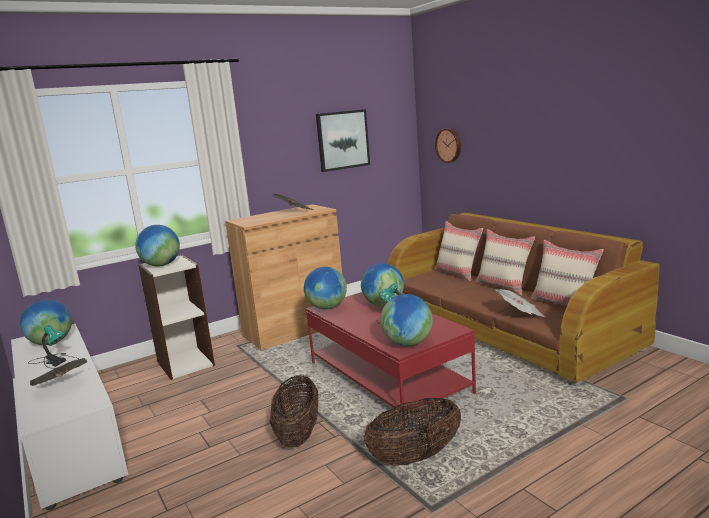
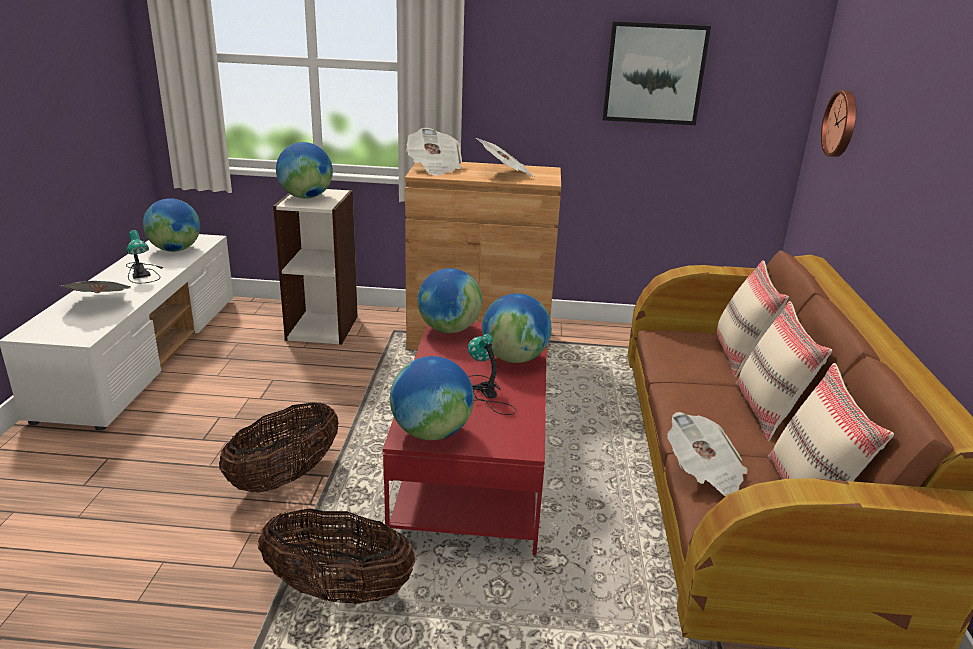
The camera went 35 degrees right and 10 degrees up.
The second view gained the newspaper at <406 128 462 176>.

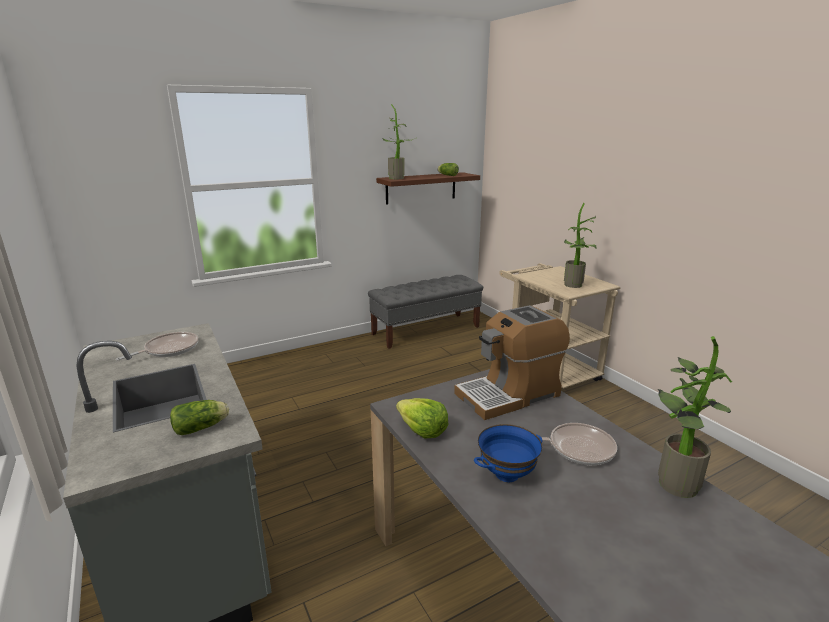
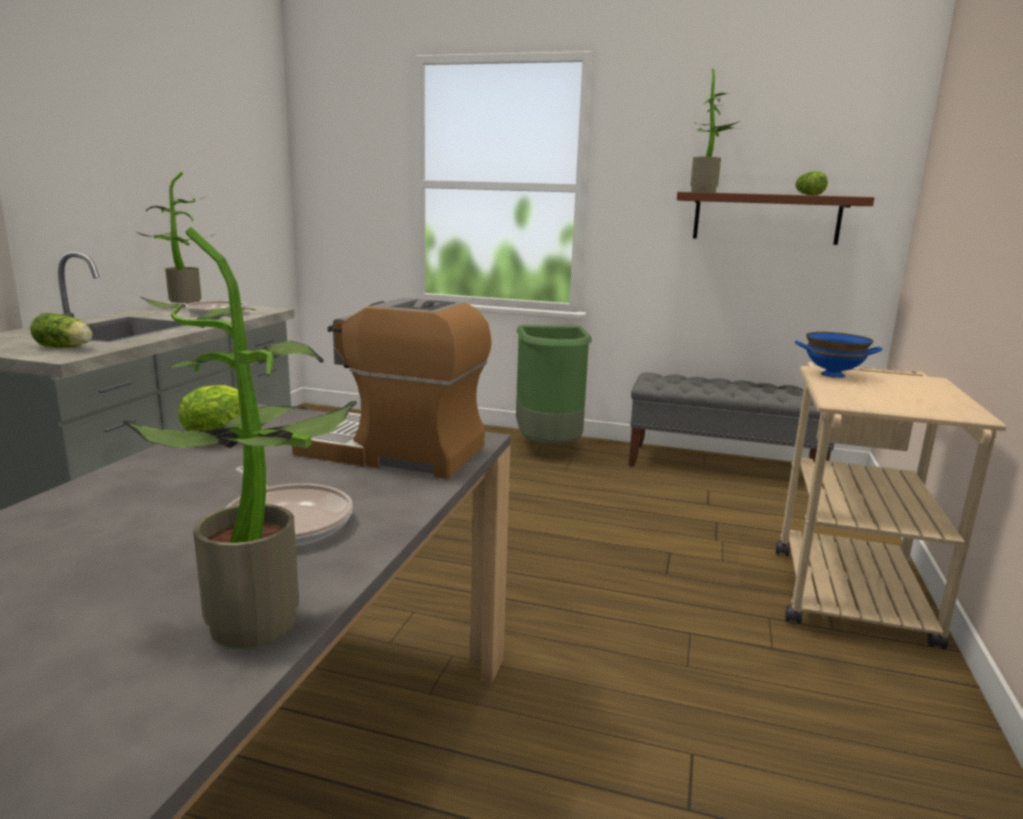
The camera went 45 degrees right and 5 degrees down.
The potted plant ended up elsewhere, having gone from <564 203 597 288> to <136 172 216 307>.
The second view gained the trash can/green at <516 325 592 444>.
The bowl/blue ended up elsewhere, having gone from <474 424 542 482> to <795 332 883 378>.

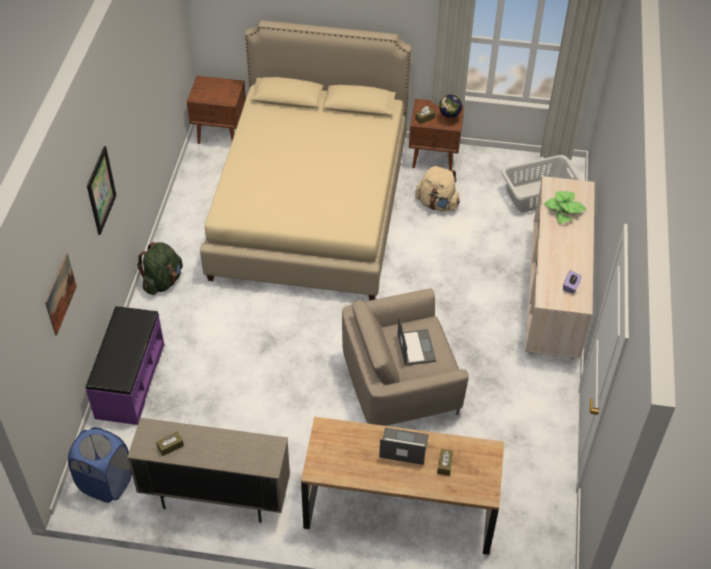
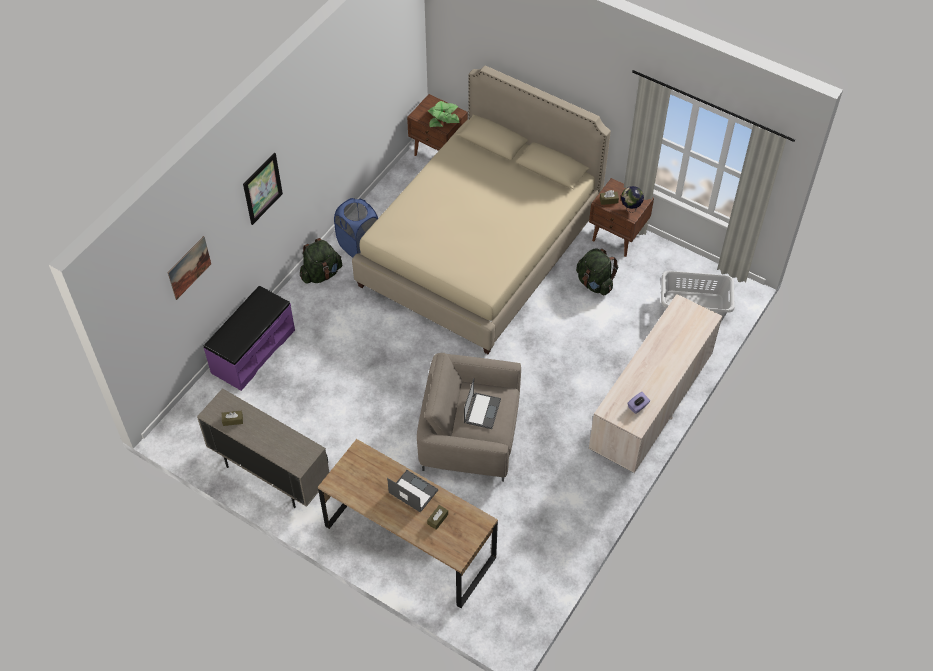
The camera went 25 degrees right and 5 degrees up.
The laundry basket/blue ended up elsewhere, having gone from <68 427 132 503> to <334 198 378 258>.
The potted plant ended up elsewhere, having gone from <543 191 586 224> to <428 101 459 127>.
What was the backpack/beige at <415 166 460 212> turned into the backpack/green at <576 248 618 295>.

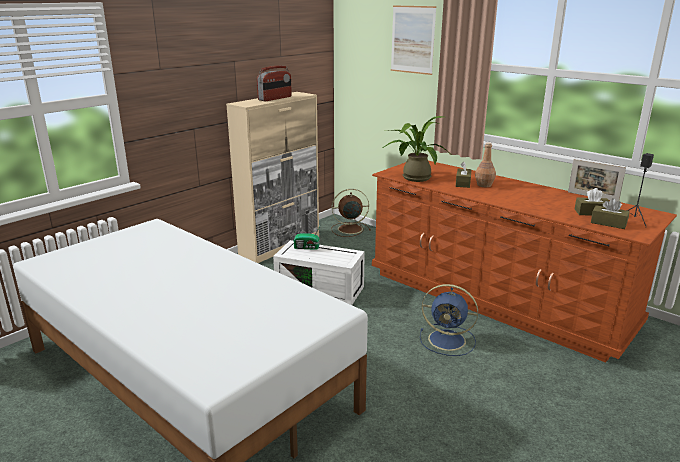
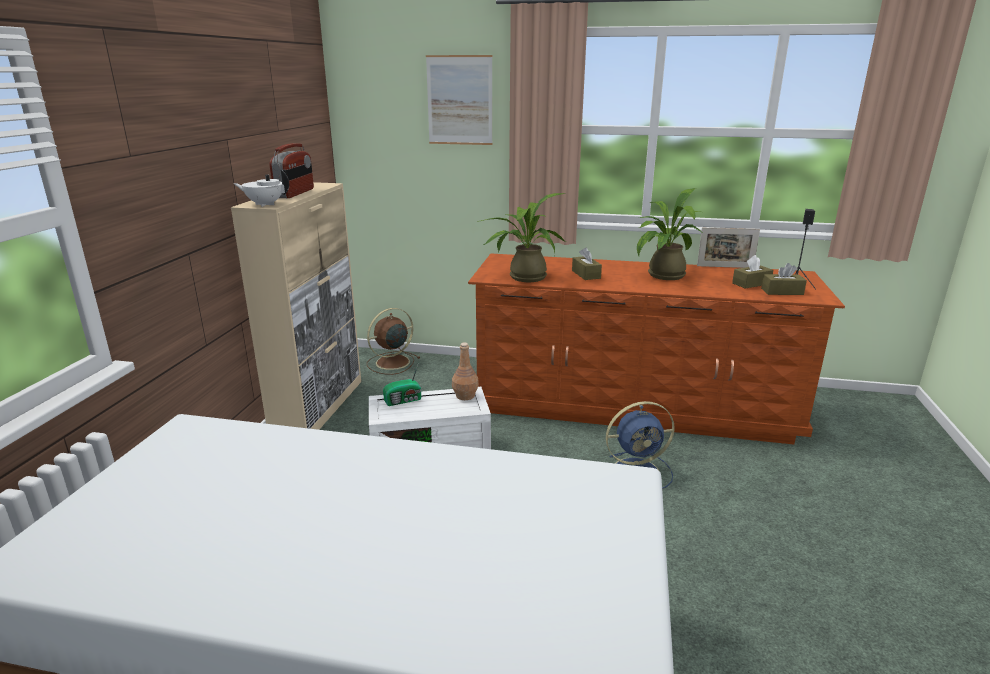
The camera went 30 degrees left and 0 degrees up.
The second view gained the teapot/white at <233 170 289 207>.
The bottle/brown ended up elsewhere, having gone from <475 142 496 187> to <452 342 479 400>.
The second view gained the potted plant at <637 188 704 280>.

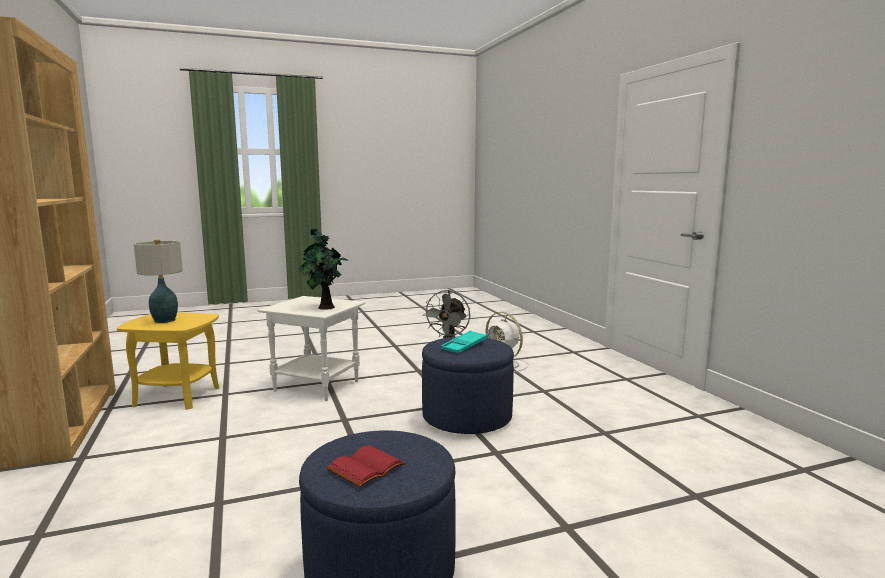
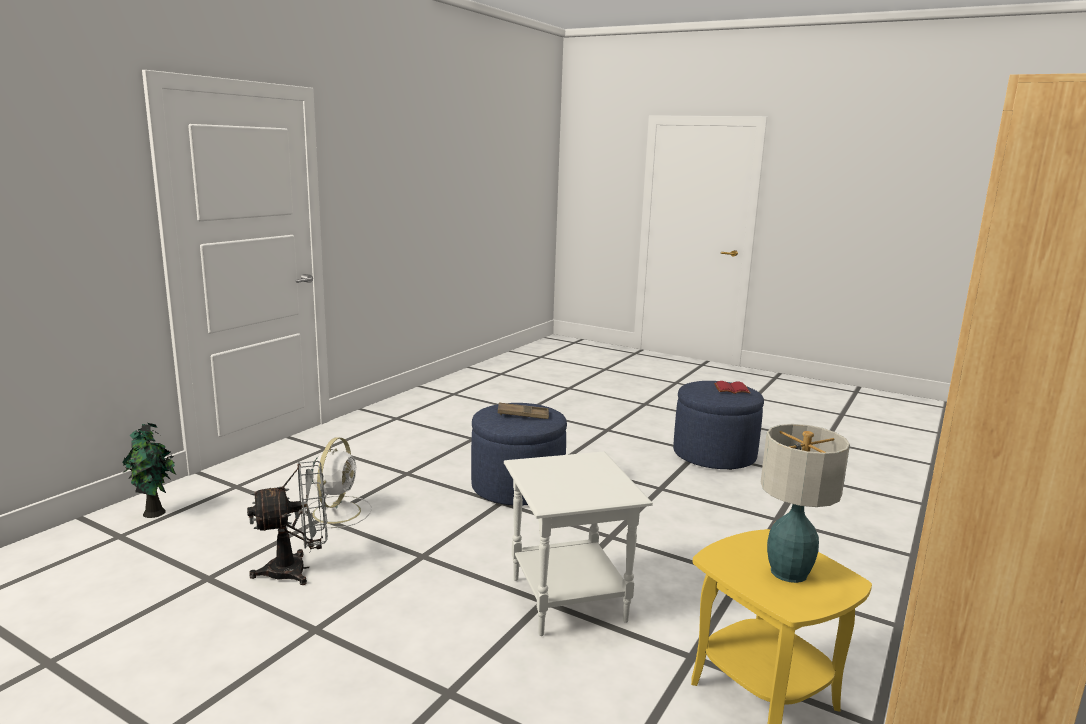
The camera went 130 degrees left and 5 degrees up.
The potted plant ended up elsewhere, having gone from <299 229 348 310> to <123 423 176 518>.
What was the tray/turquoise at <441 330 487 353> turned into the tray/brown at <498 403 549 419>.

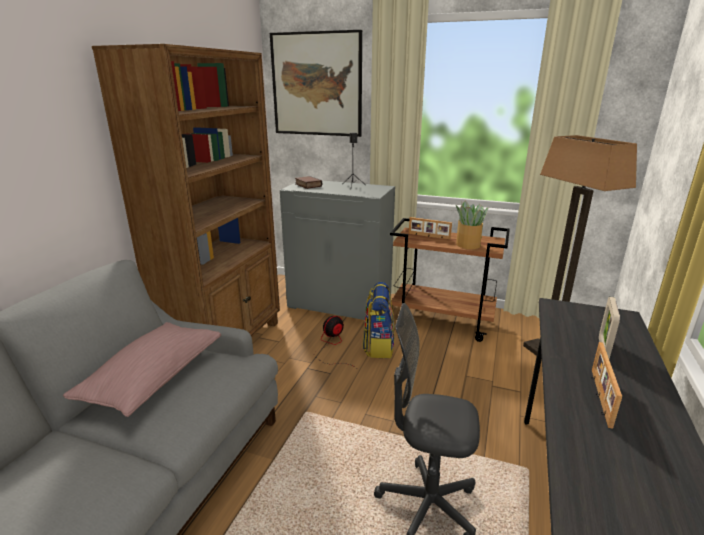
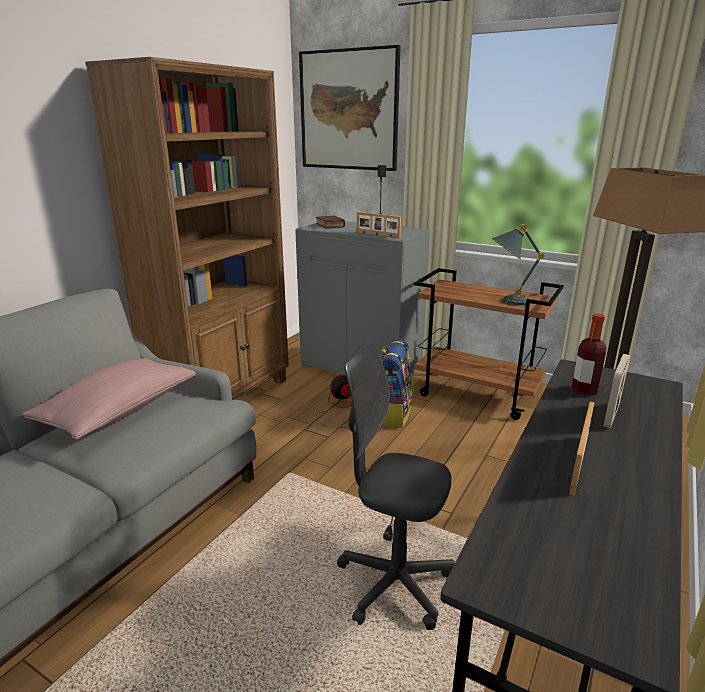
The camera went 10 degrees right and 0 degrees up.
The picture frame ended up elsewhere, having gone from <409 217 452 240> to <357 212 401 238>.
Where the potted plant stood at <456 201 488 249>, the table lamp/grey came to stand at <492 224 544 305>.
The second view gained the bottle at <571 313 607 396>.

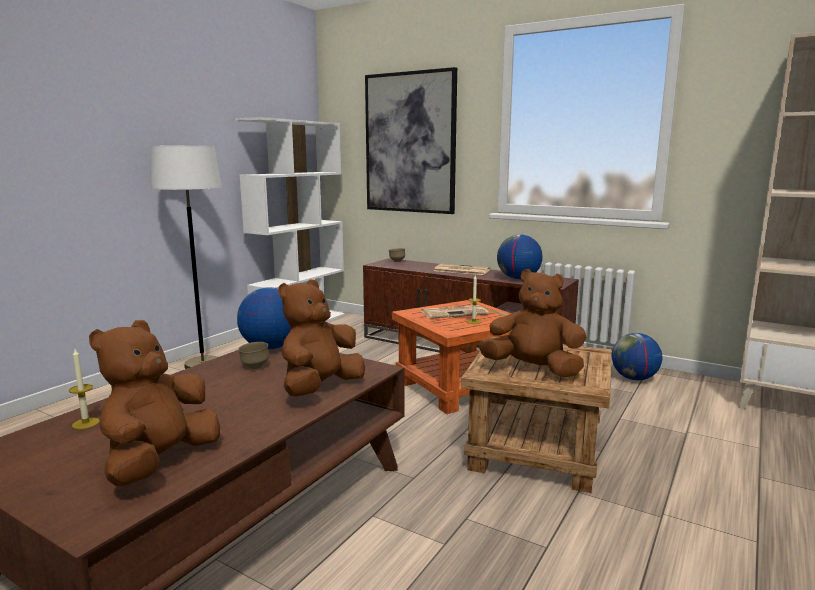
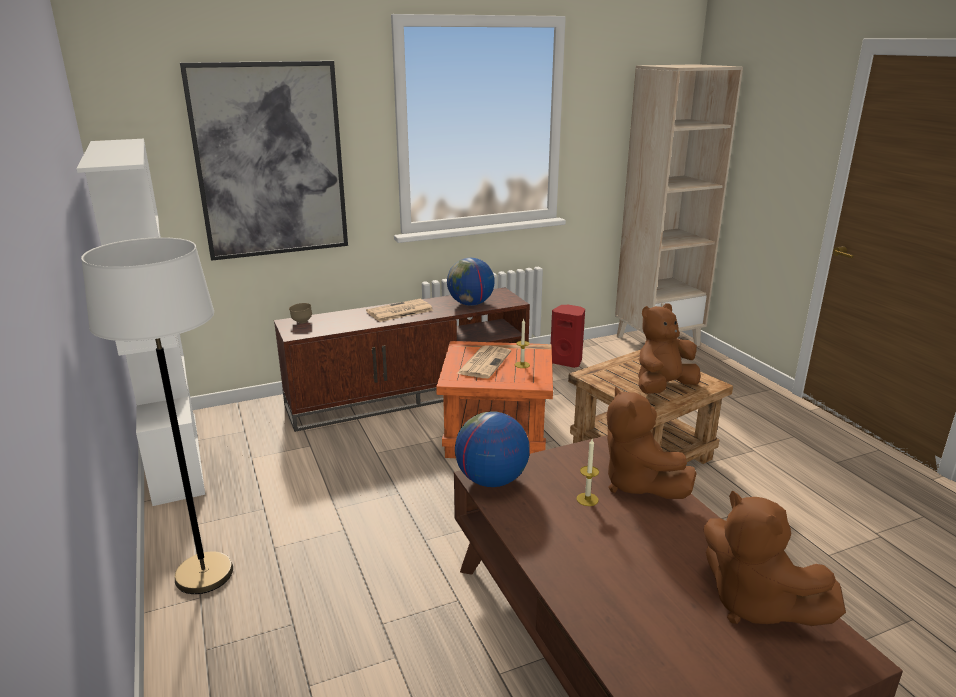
The camera went 55 degrees left and 10 degrees up.
Where the globe stood at <612 333 662 381>, the speaker/red came to stand at <551 305 585 368>.
The candle ended up elsewhere, having gone from <69 349 100 429> to <577 439 599 506>.
The second view lost the bowl/brown at <238 342 269 369>.

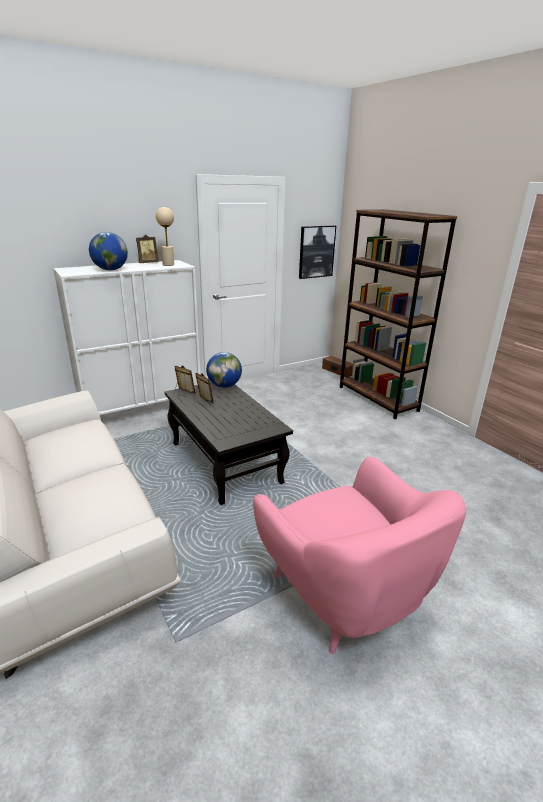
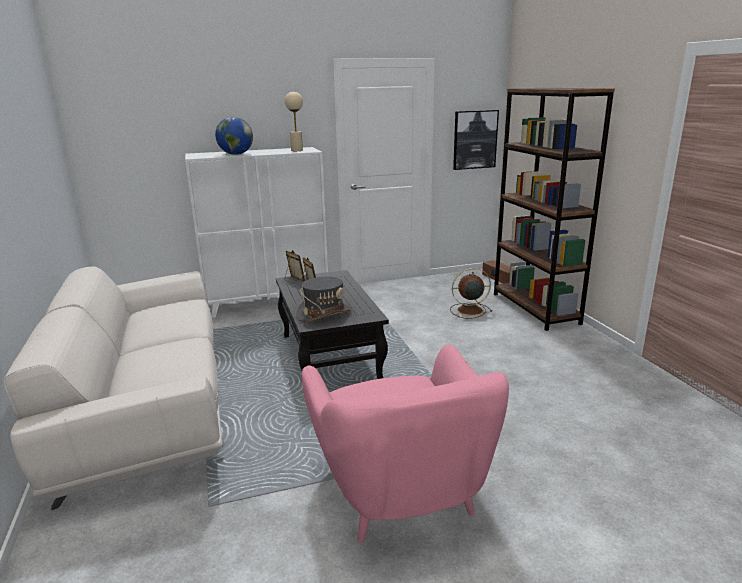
The camera went 15 degrees right and 5 degrees down.
The second view gained the hat/grey at <296 277 352 322>.
The second view gained the fan/brown at <450 268 492 319>.
The second view lost the picture frame at <136 234 159 263>.
The second view lost the globe at <206 352 242 388>.

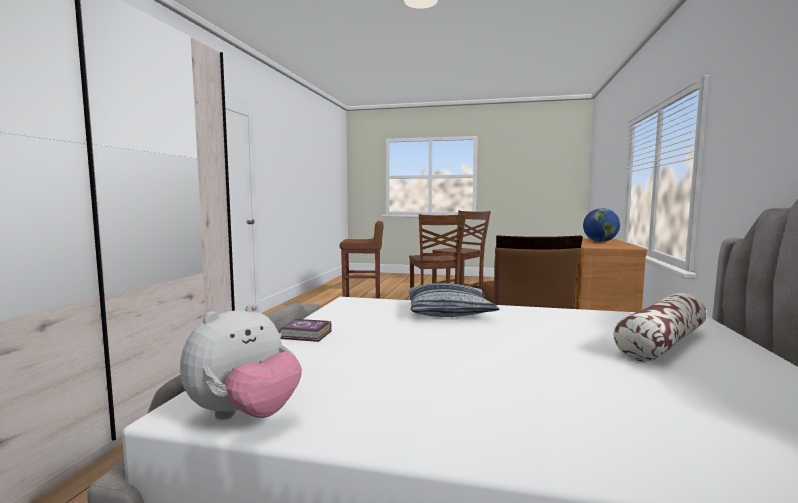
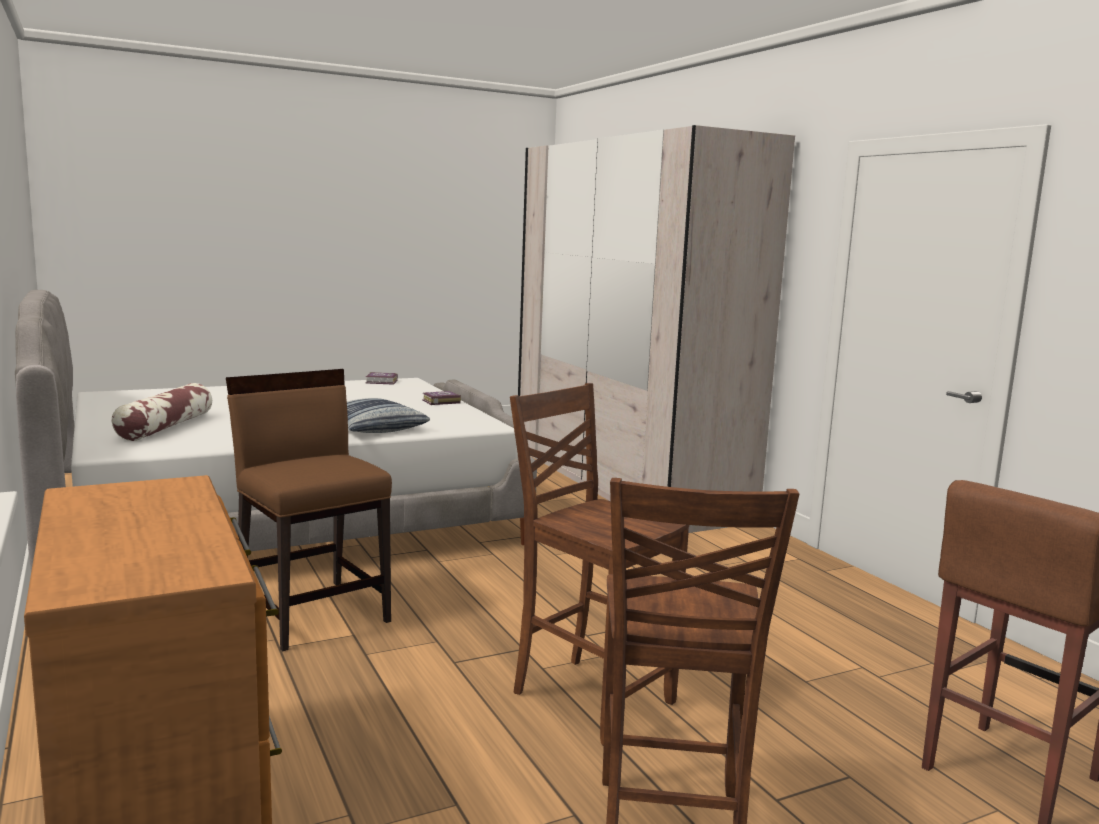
The camera went 140 degrees right and 5 degrees up.
Where the plush toy stood at <180 303 302 420>, the book came to stand at <366 372 398 385>.
The second view lost the globe at <583 208 620 242>.

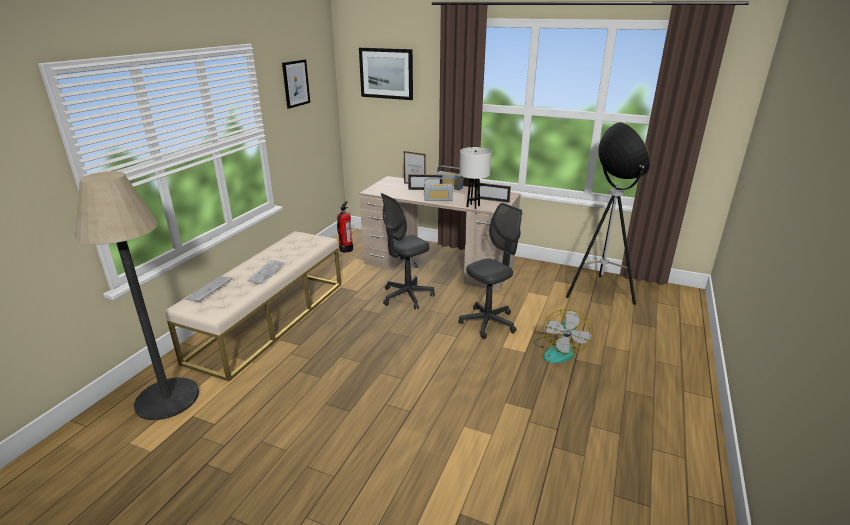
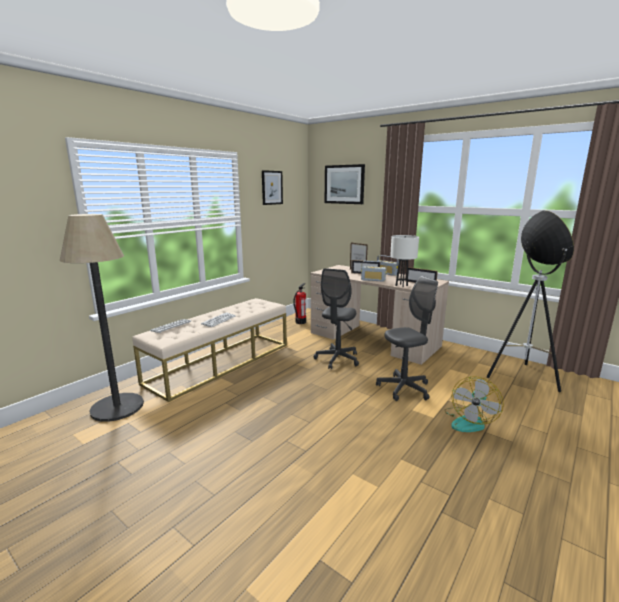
The camera went 15 degrees right and 10 degrees down.
The office chair/grey at <381 193 435 310> ended up facing another way, 45 degrees counterclockwise from before.

